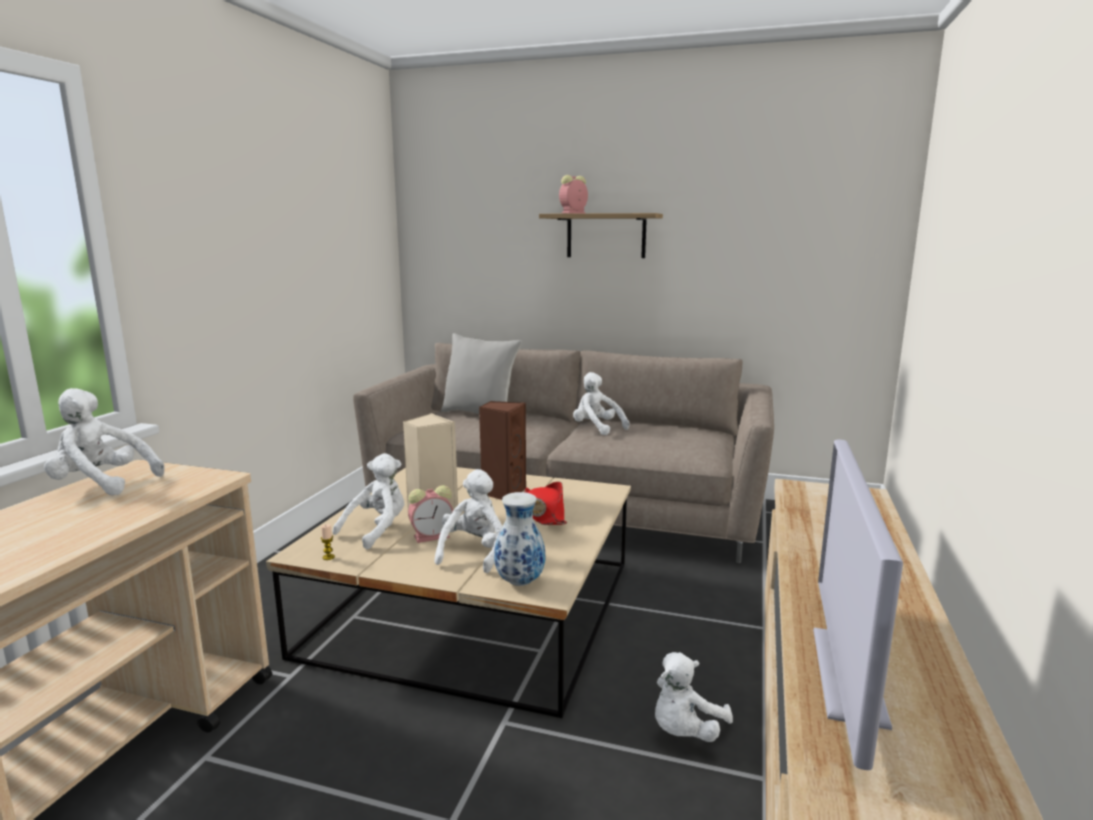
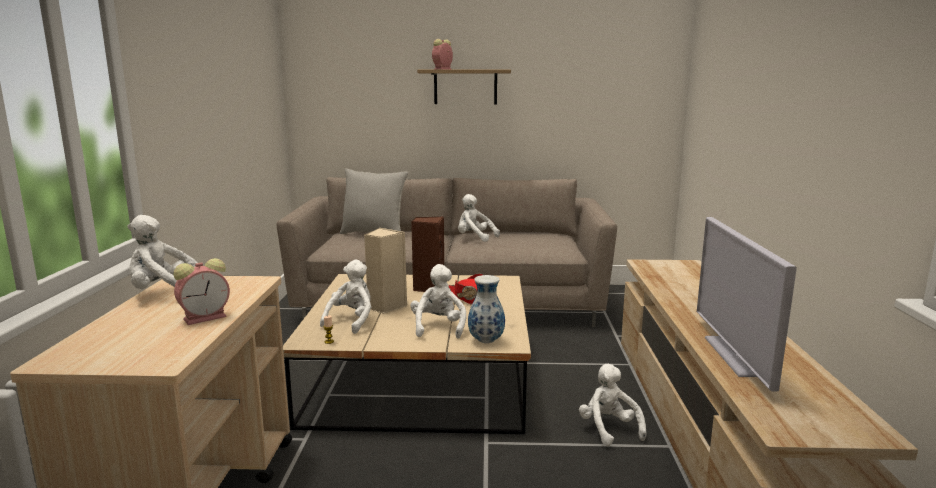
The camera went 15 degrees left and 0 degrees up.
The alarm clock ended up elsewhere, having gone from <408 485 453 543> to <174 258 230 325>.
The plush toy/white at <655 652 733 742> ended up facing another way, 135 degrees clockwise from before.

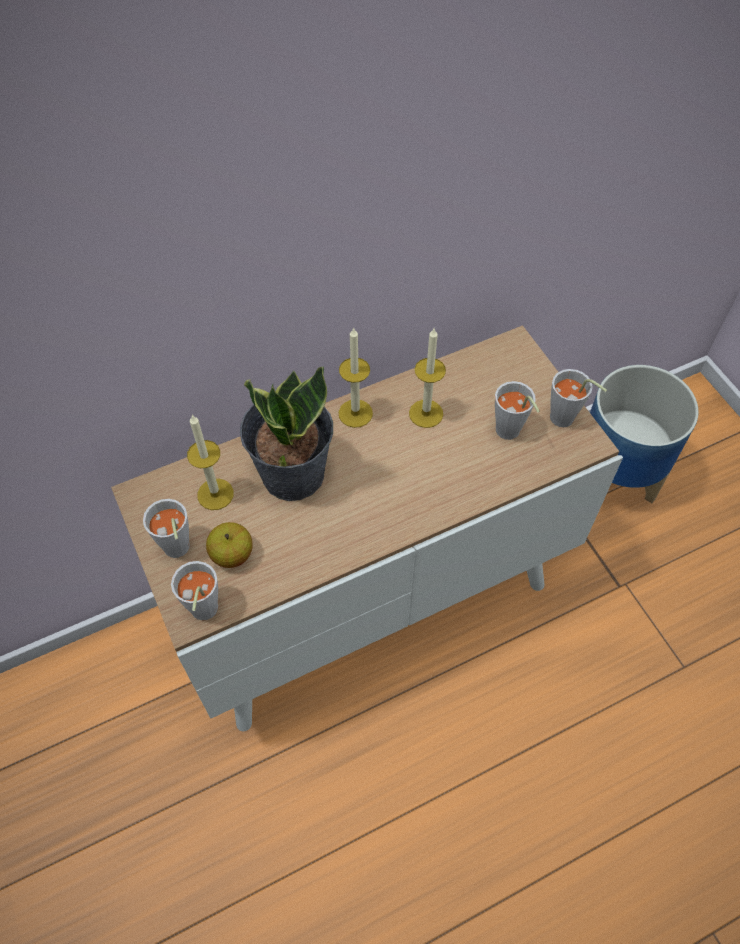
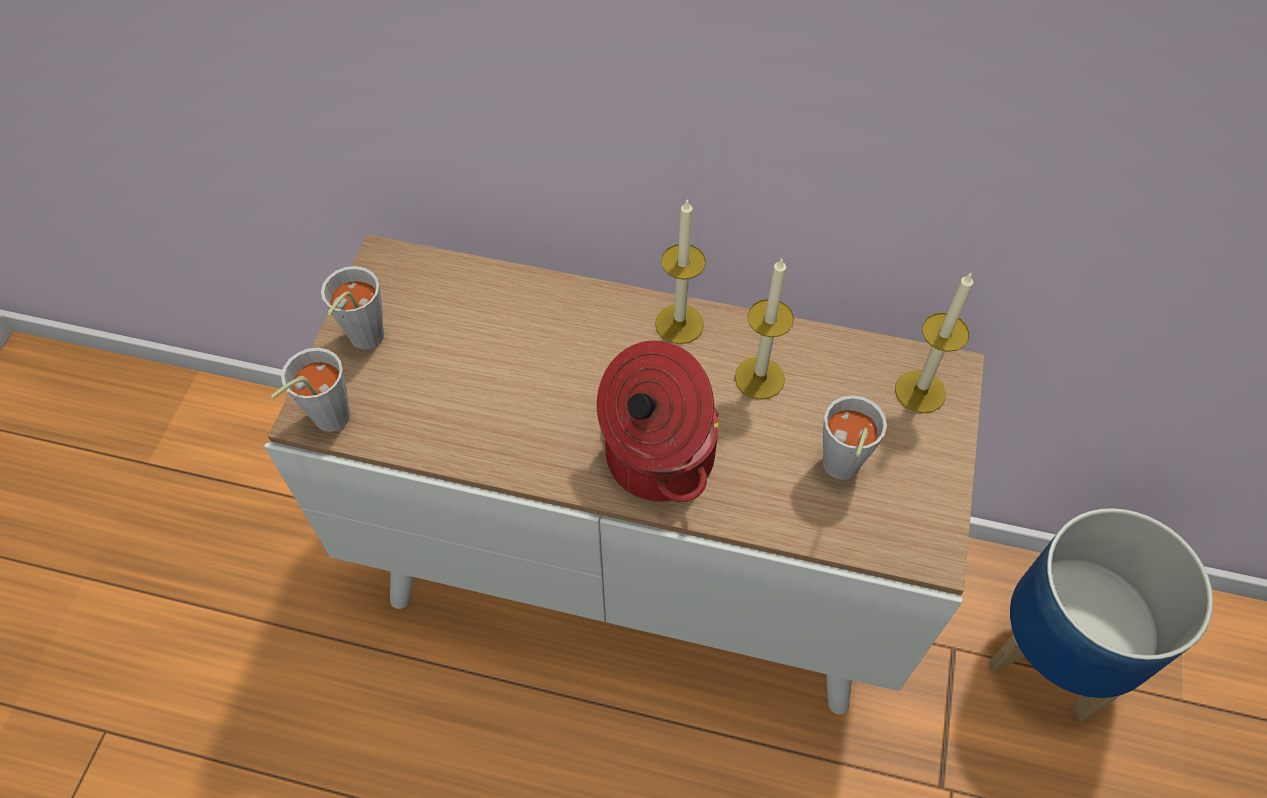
The camera went 40 degrees right and 0 degrees up.
The second view gained the cooking pot at <597 340 719 502>.
The candle ended up elsewhere, having gone from <187 414 234 510> to <895 272 973 413>.
The second view lost the apple at <206 522 253 568>.
The second view lost the potted plant at <240 366 333 501>.
The second view lost the cup/grey at <550 369 607 427>.

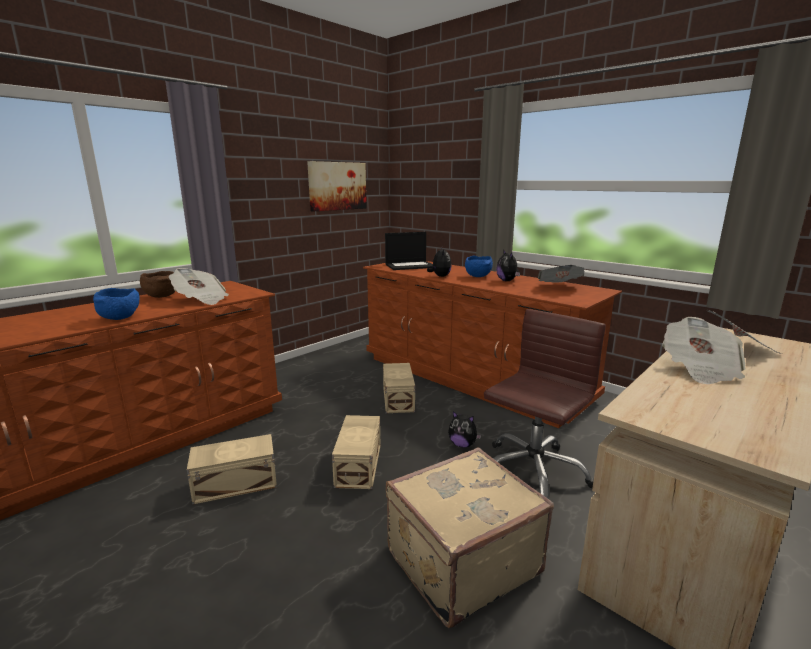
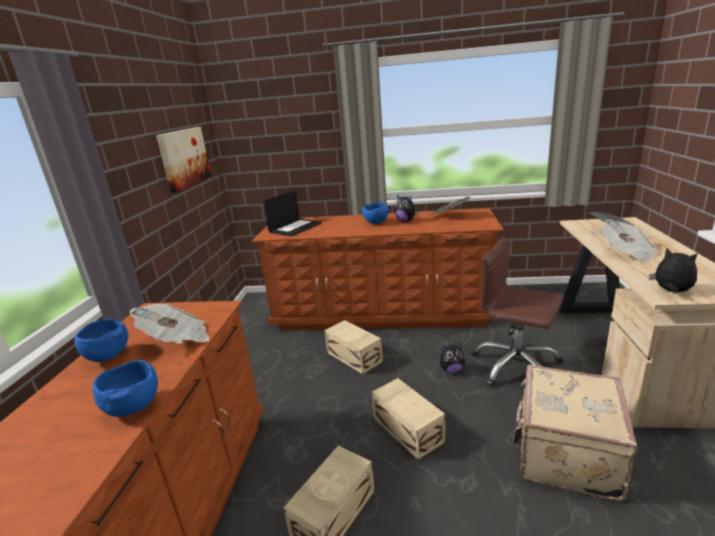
The camera went 35 degrees left and 5 degrees up.
What was the bowl/brown at <140 271 175 298> turned into the bowl/blue at <74 319 128 362>.
The office chair/brown at <484 309 606 499> ended up facing another way, 60 degrees counterclockwise from before.
The plush toy ended up elsewhere, having gone from <427 247 452 277> to <649 248 698 292>.

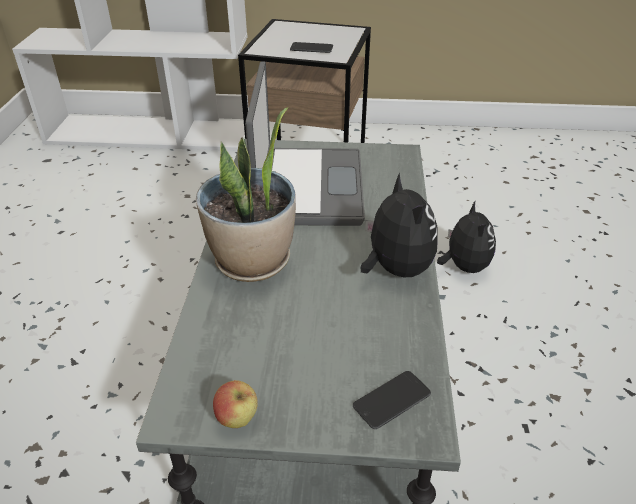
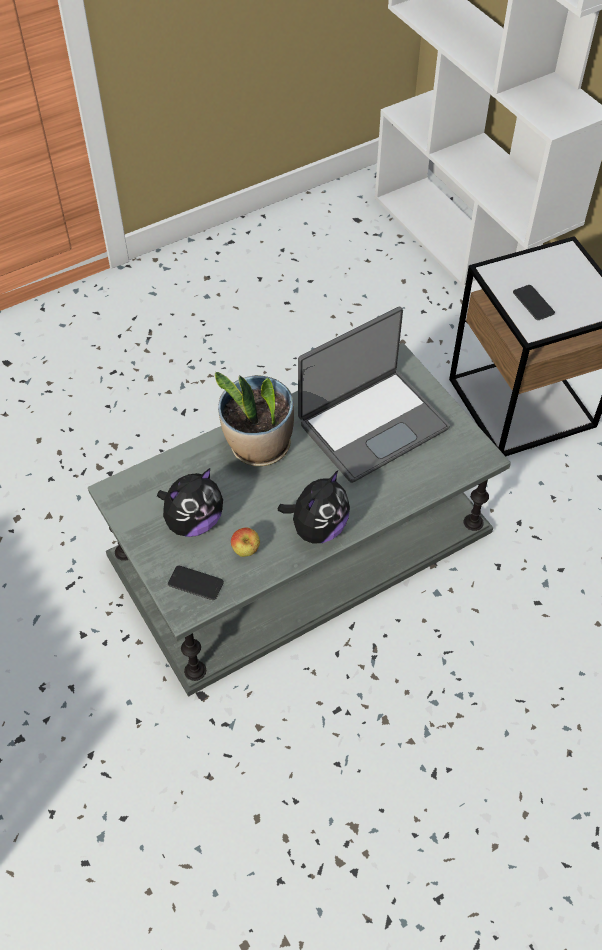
The camera went 55 degrees right and 15 degrees up.
The plush toy ended up elsewhere, having gone from <437 201 496 273> to <157 468 223 537>.
The apple ended up elsewhere, having gone from <213 380 258 428> to <231 528 260 557>.

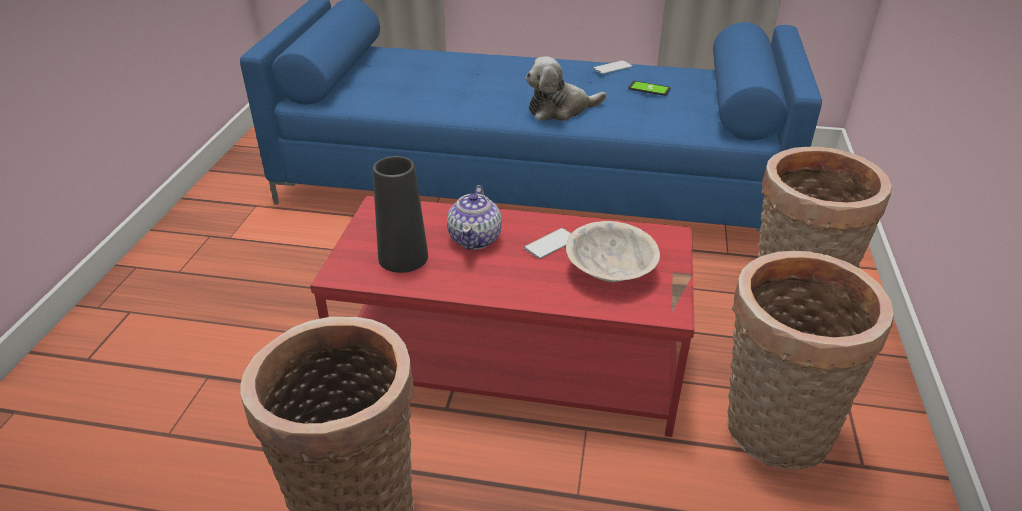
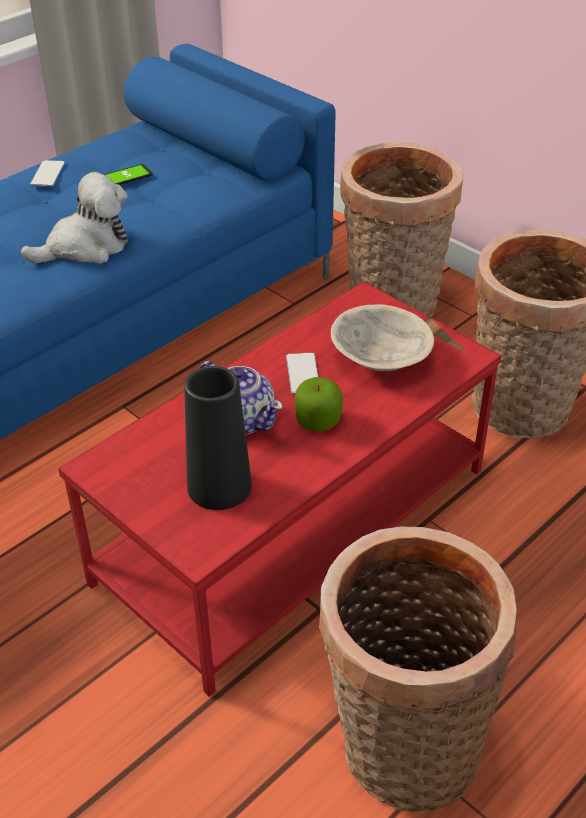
The camera went 55 degrees left and 5 degrees up.
The plush toy at <525 56 607 121> ended up facing another way, 135 degrees counterclockwise from before.
The second view gained the apple at <295 377 343 431>.

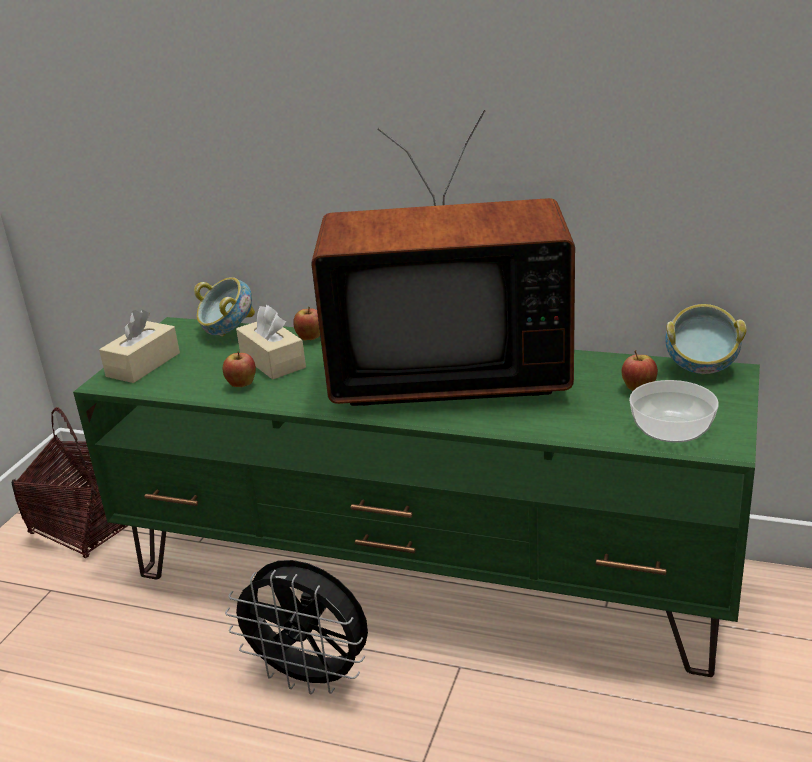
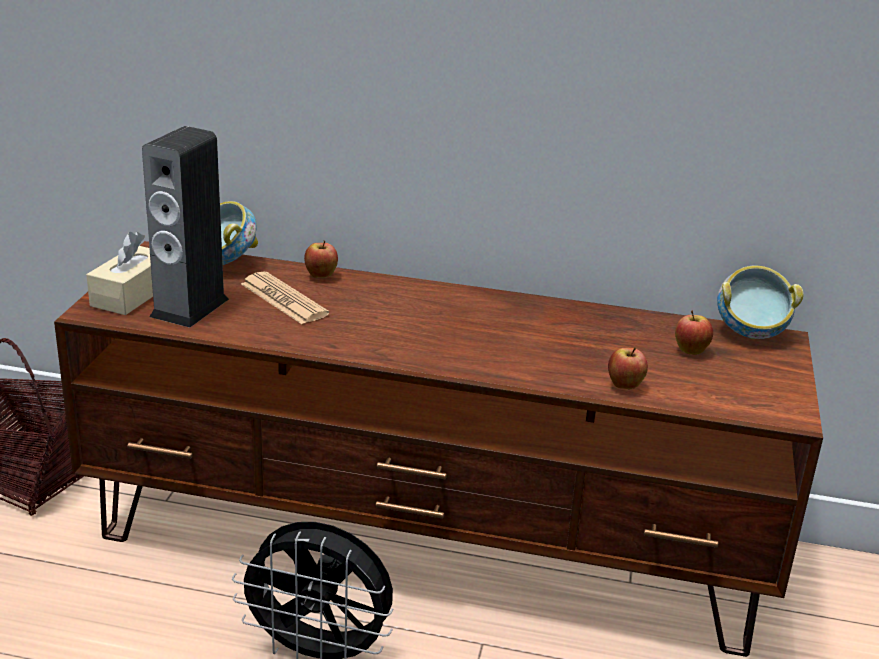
The camera went 10 degrees left and 0 degrees up.
What was the tv stand/green at <73 317 760 677> turned into the tv stand/brown at <54 241 823 657>.
The second view gained the speaker at <142 126 229 328>.
Where the tissue box/beige stood at <236 305 306 379>, the newspaper came to stand at <241 272 329 324>.
The apple ended up elsewhere, having gone from <223 352 256 387> to <608 347 648 389>.
The second view lost the television at <311 110 575 406>.
The second view lost the bowl at <629 380 719 442>.

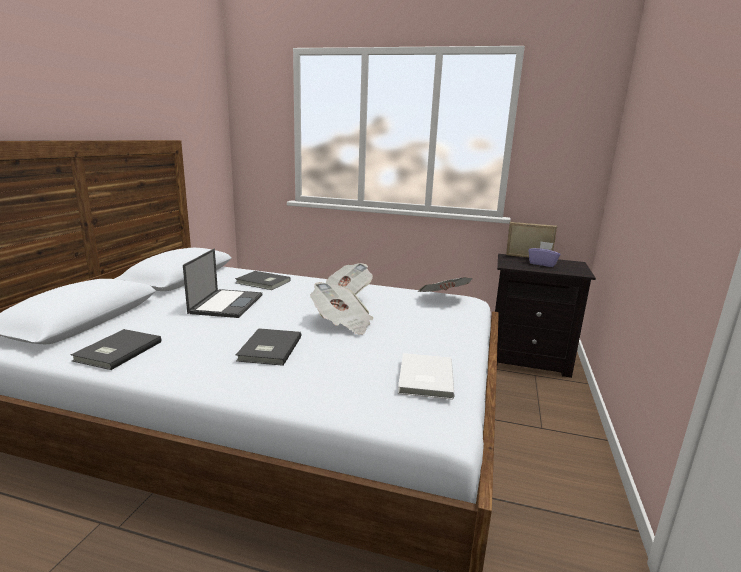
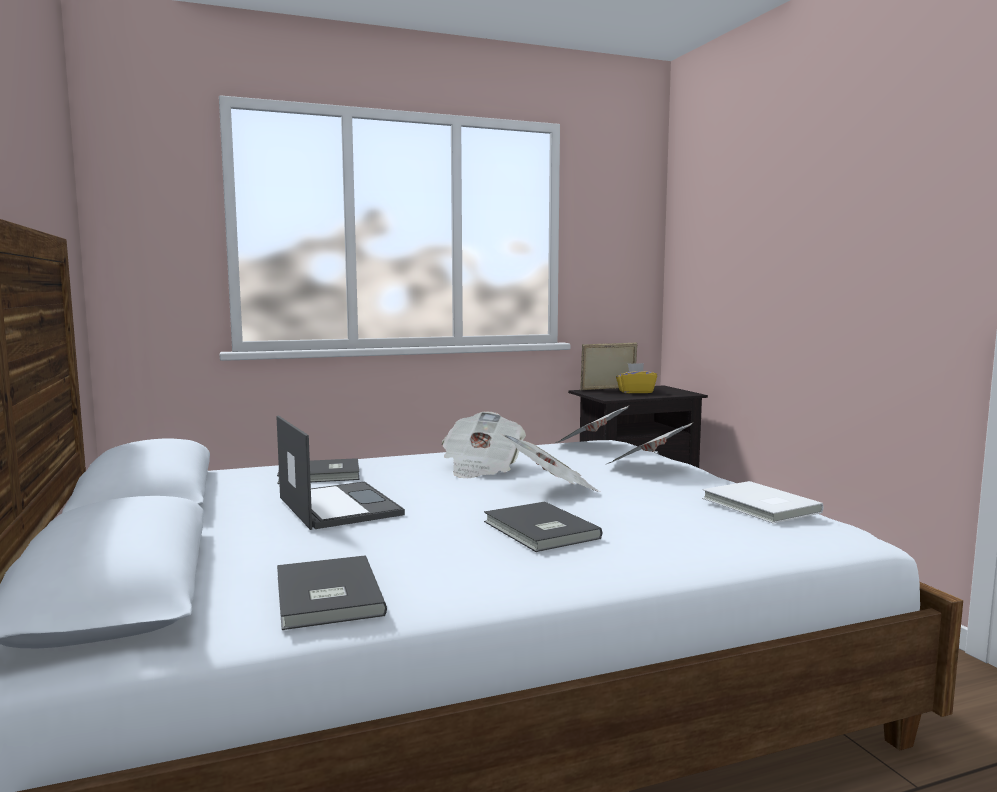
The camera went 35 degrees left and 10 degrees down.
The second view gained the newspaper at <607 423 692 464>.
What was the tissue box/purple at <528 241 561 267> turned into the tissue box/yellow at <616 363 657 393>.

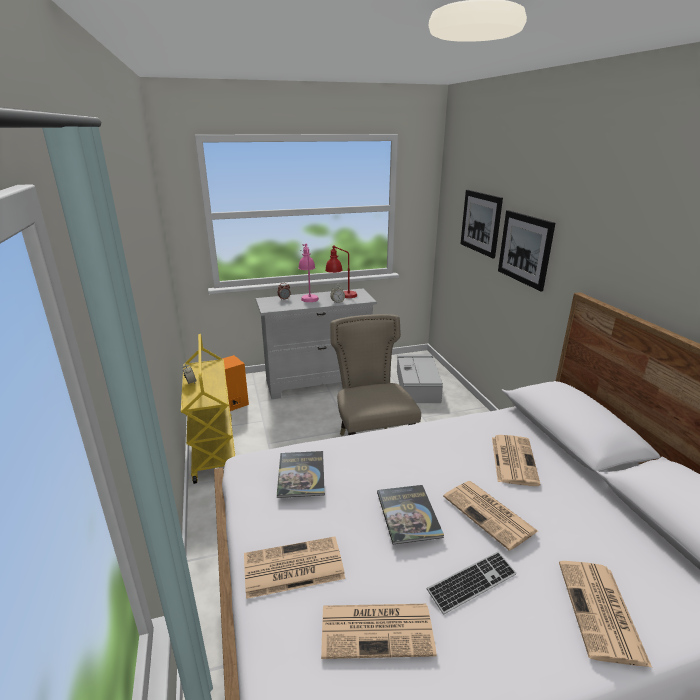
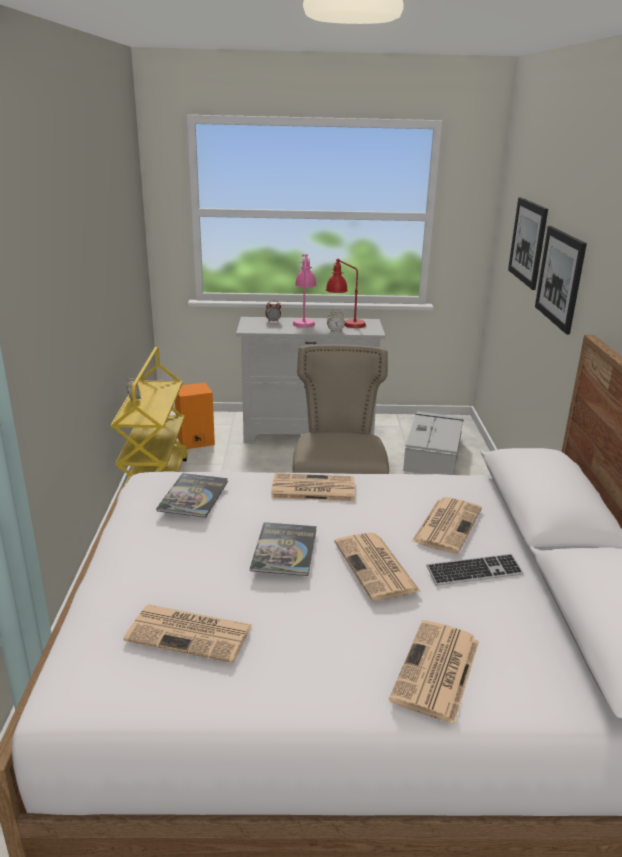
The camera went 15 degrees right and 0 degrees up.
The newspaper ended up elsewhere, having gone from <244 536 345 599> to <271 473 355 501>.
The keyboard ended up elsewhere, having gone from <427 551 517 615> to <426 554 524 586>.

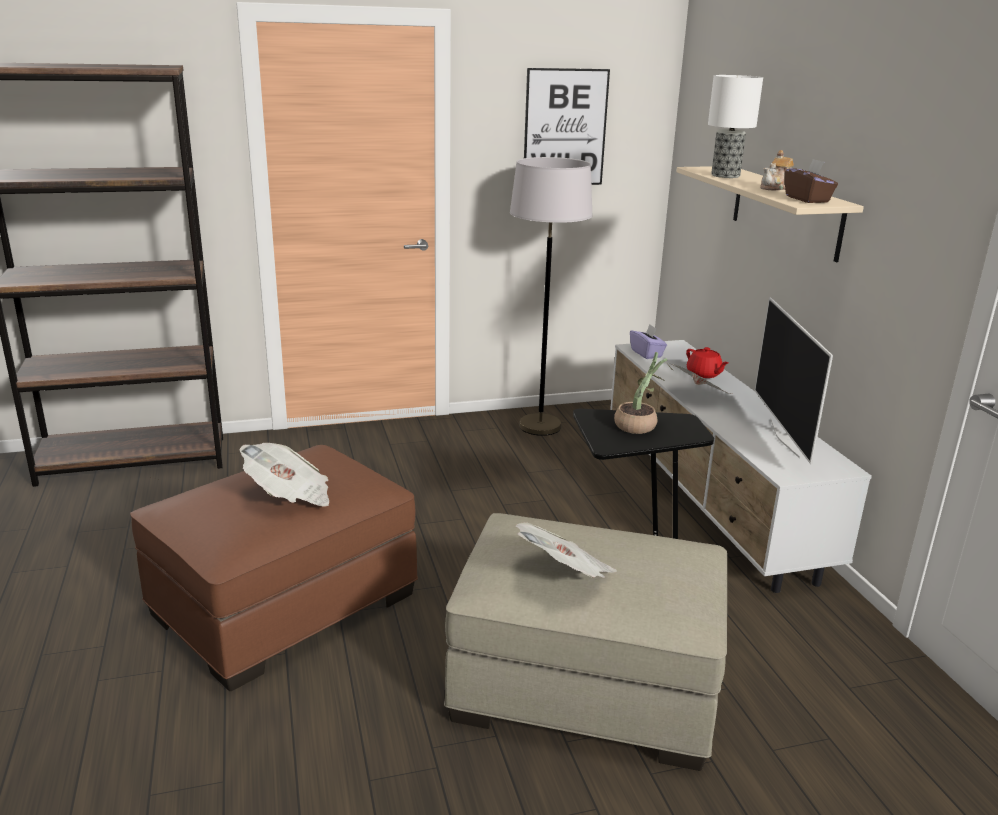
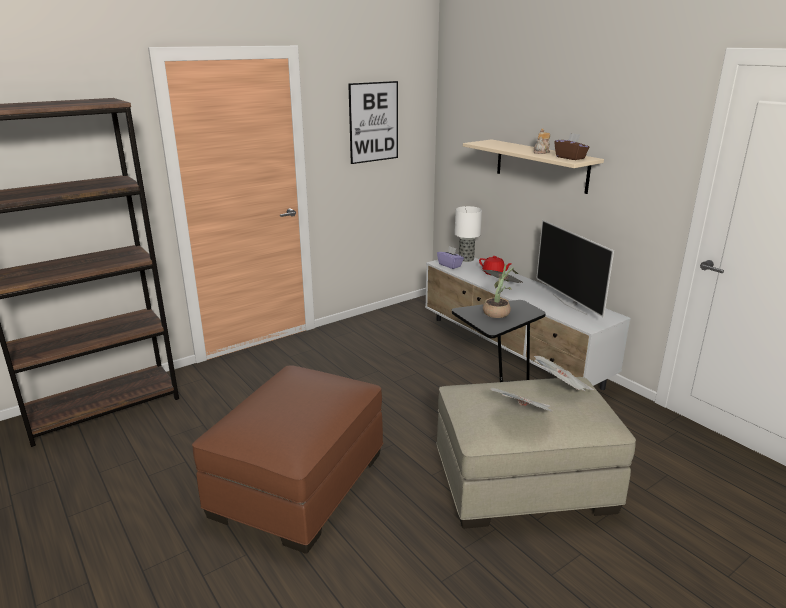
The camera went 20 degrees left and 0 degrees up.
The table lamp ended up elsewhere, having gone from <708 75 763 178> to <455 206 482 262>.
The newspaper ended up elsewhere, having gone from <240 443 329 507> to <534 356 594 391>.
The second view lost the floor lamp/grey at <510 157 593 436>.

